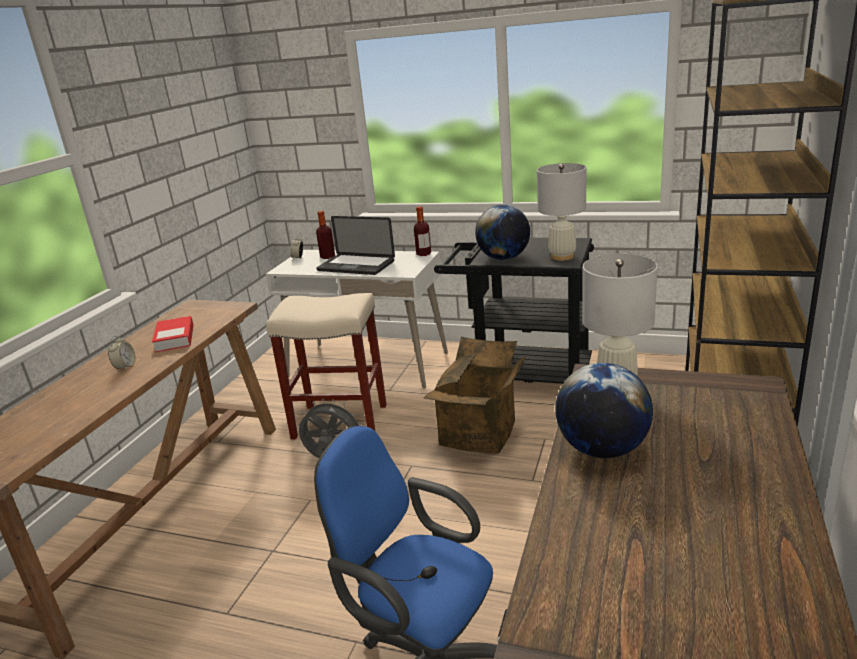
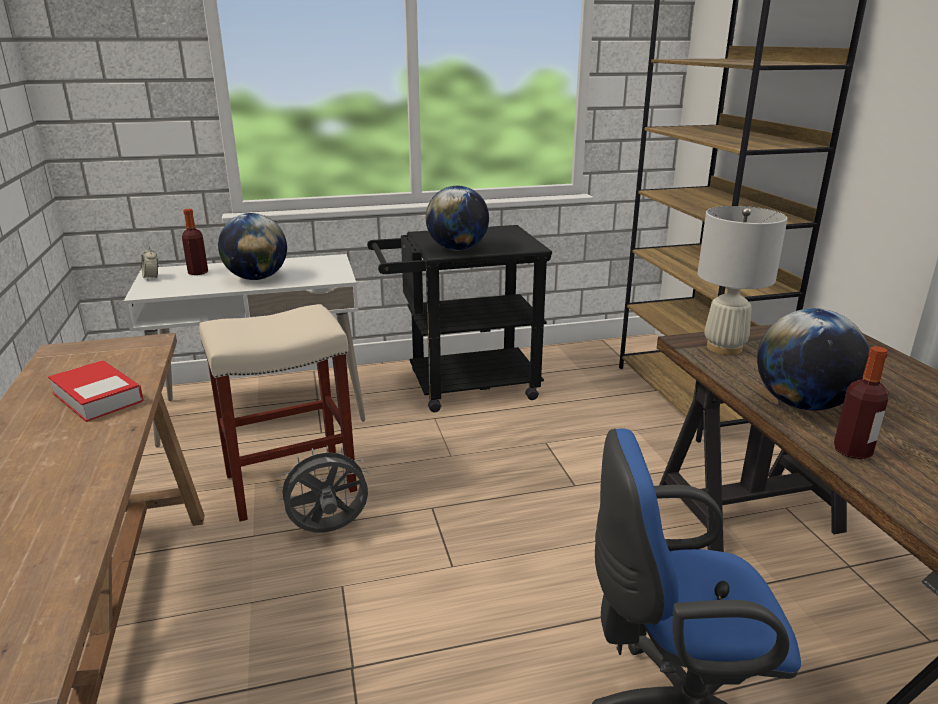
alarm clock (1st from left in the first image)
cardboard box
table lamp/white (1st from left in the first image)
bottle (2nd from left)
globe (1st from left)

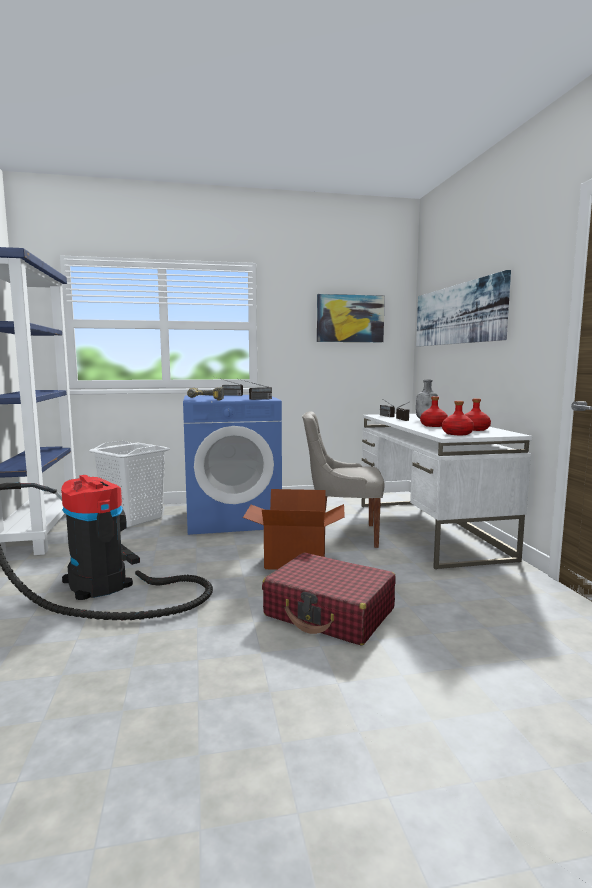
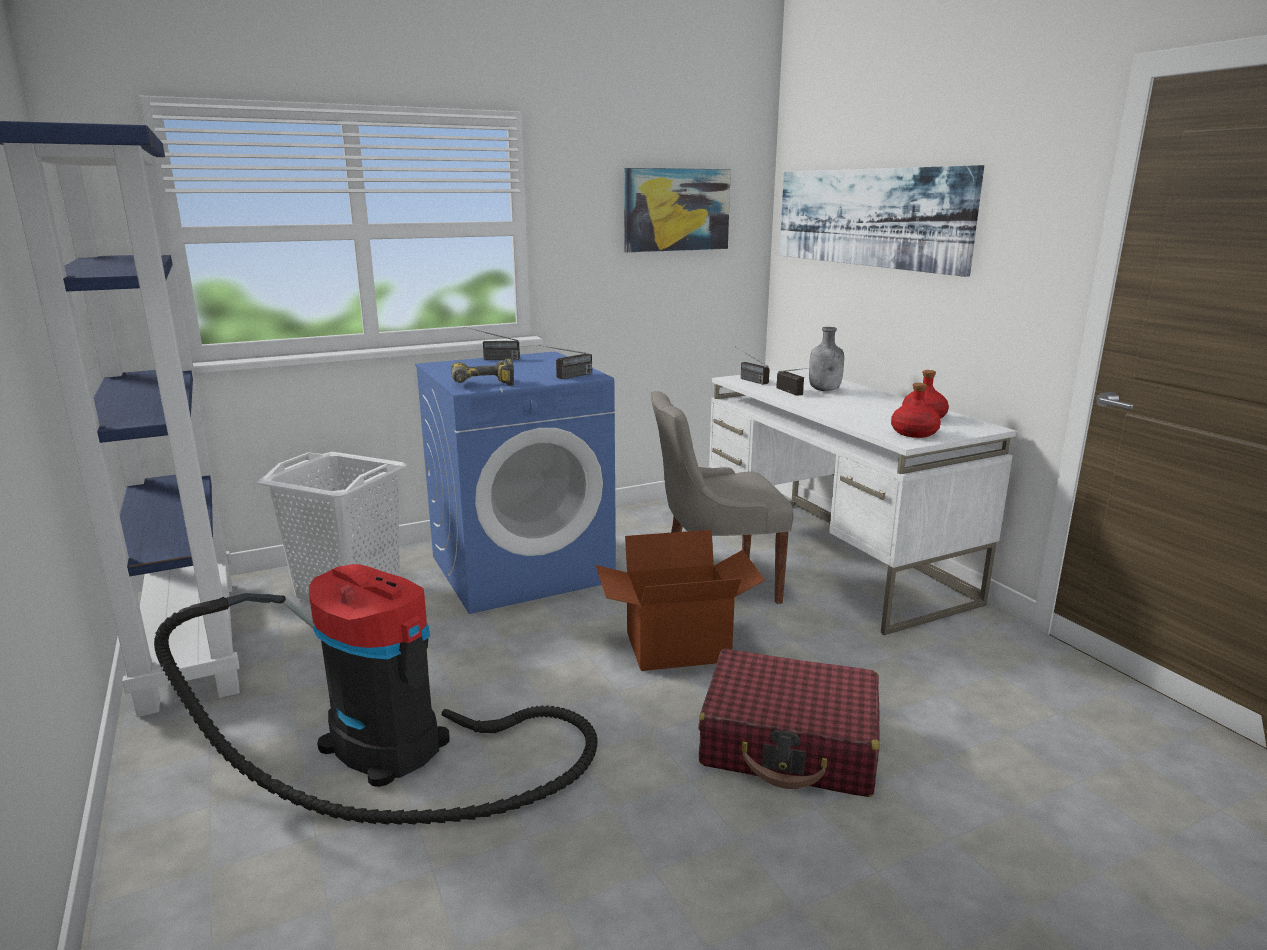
bottle/red (1st from left in the first image)

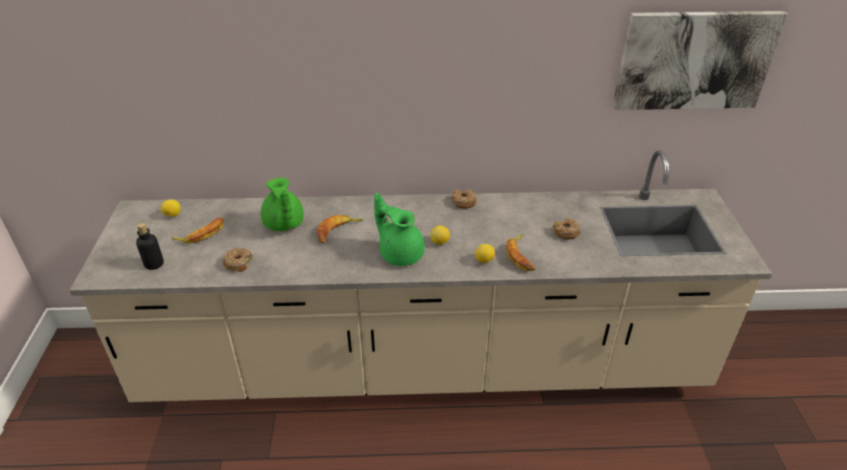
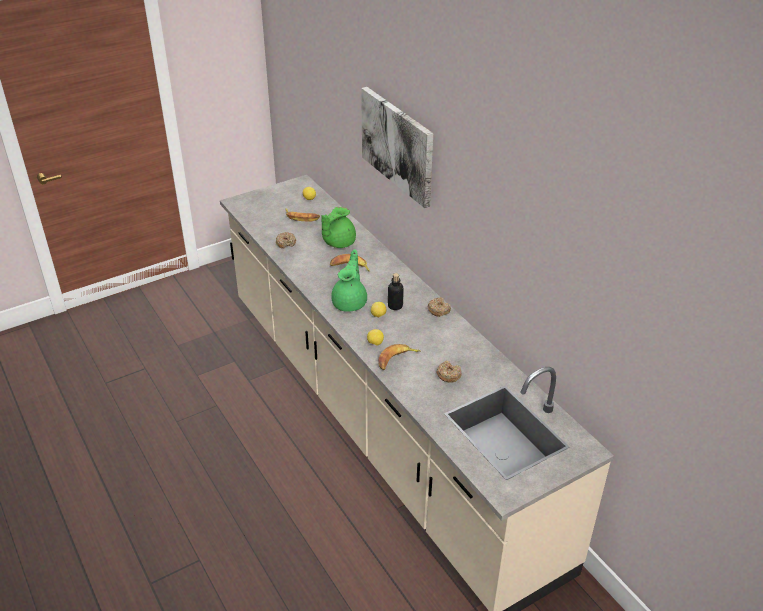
bottle
picture

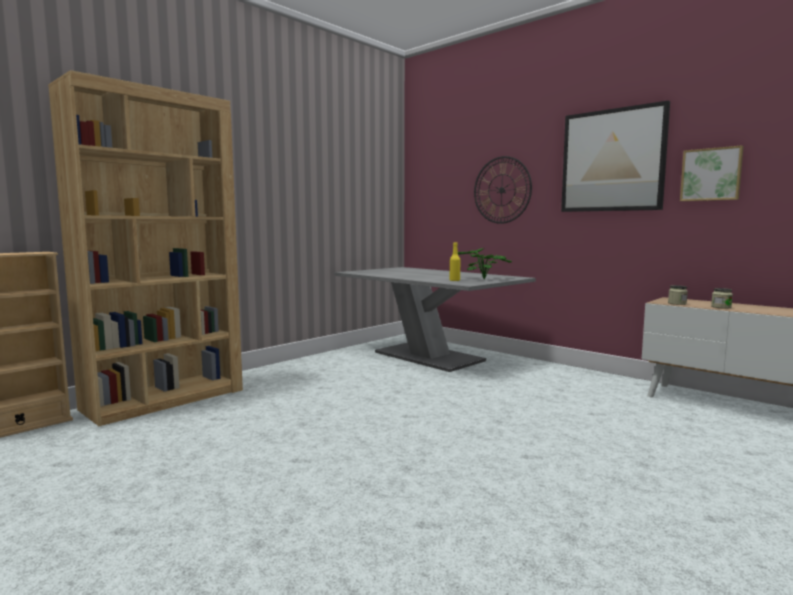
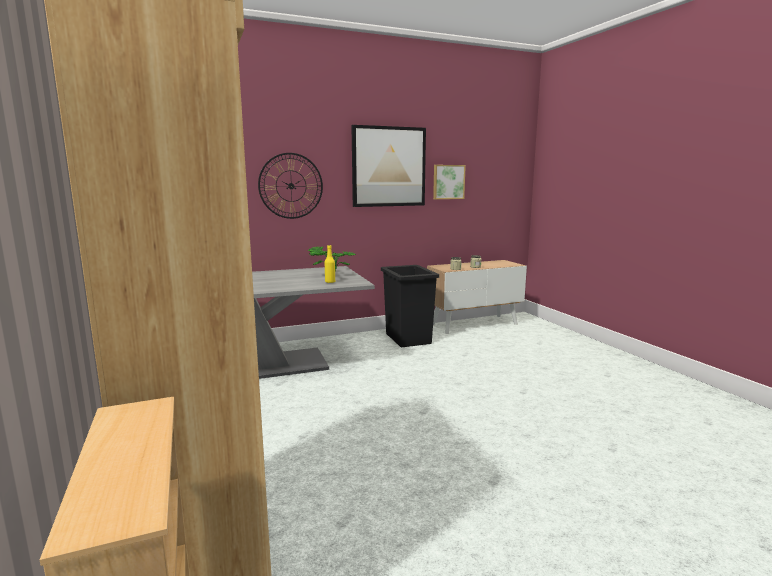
trash can/black

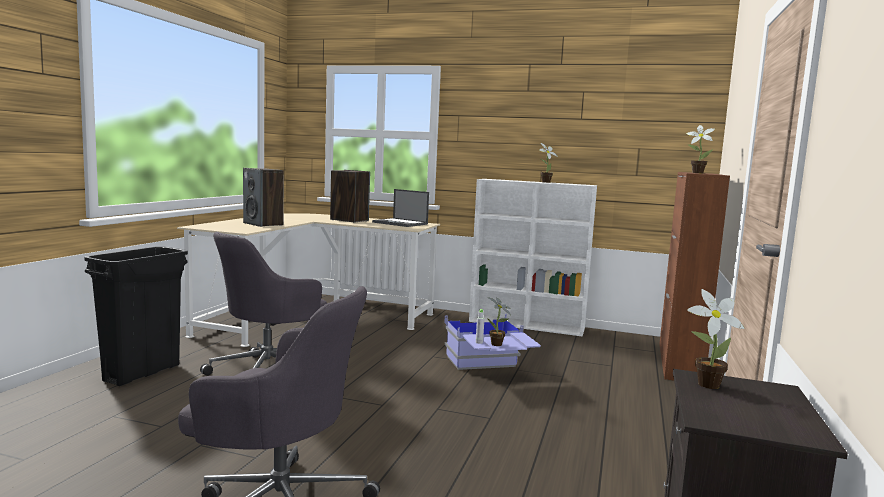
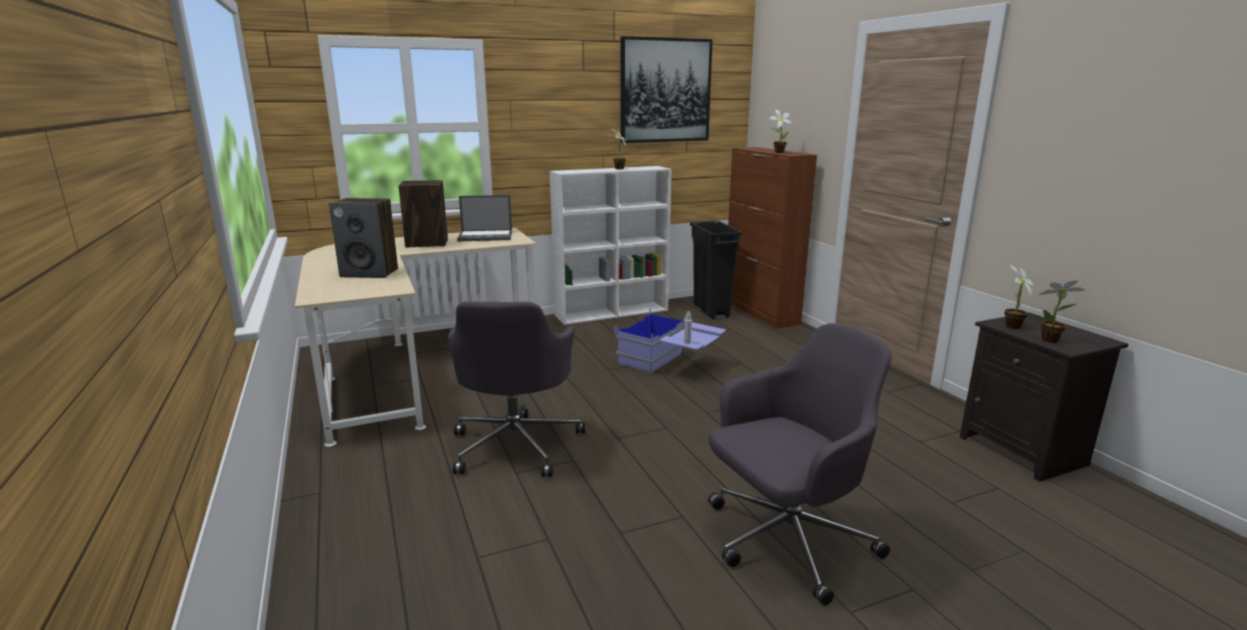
picture
trash can/black
potted plant (4th from left)

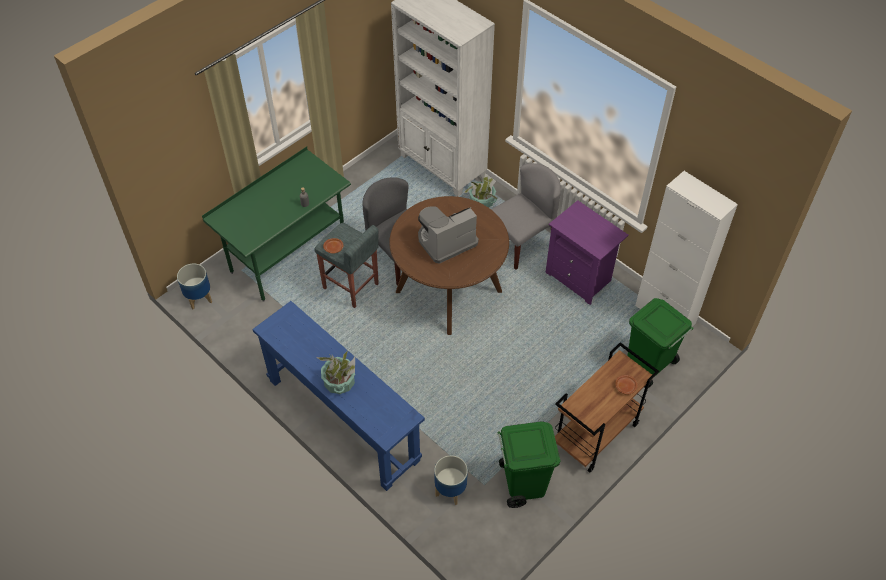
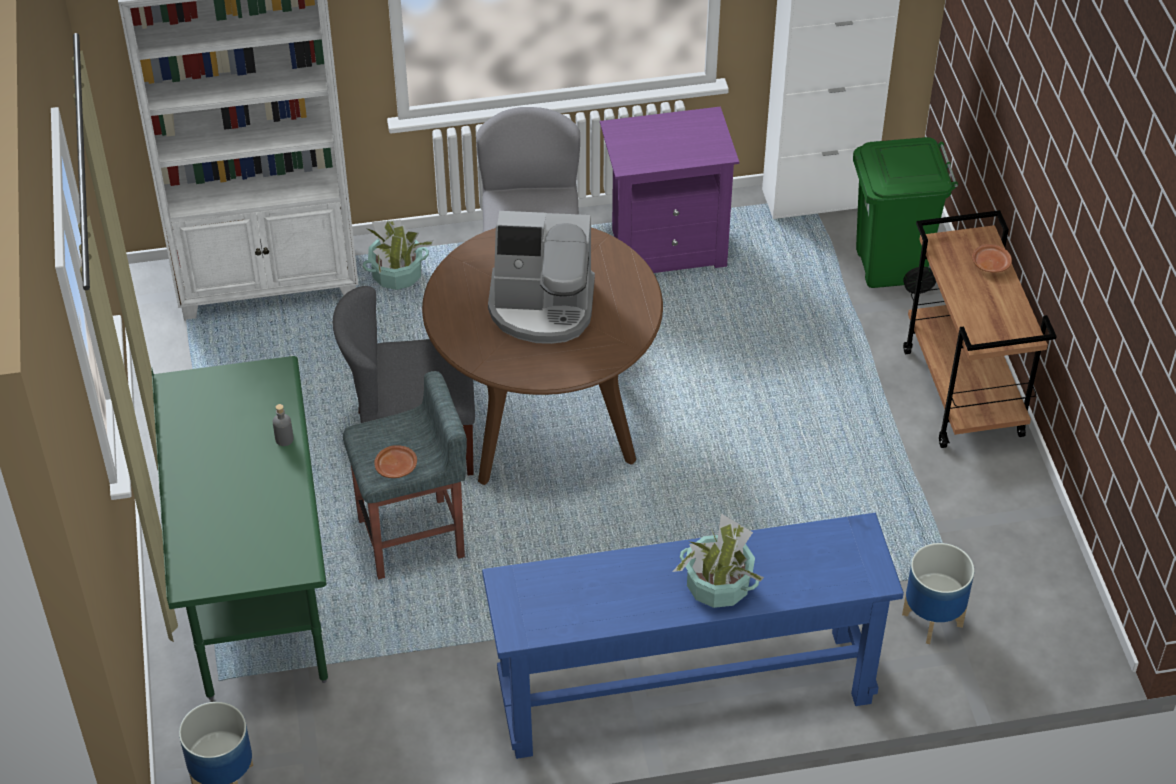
trash can/green (1st from left in the first image)
coffee machine

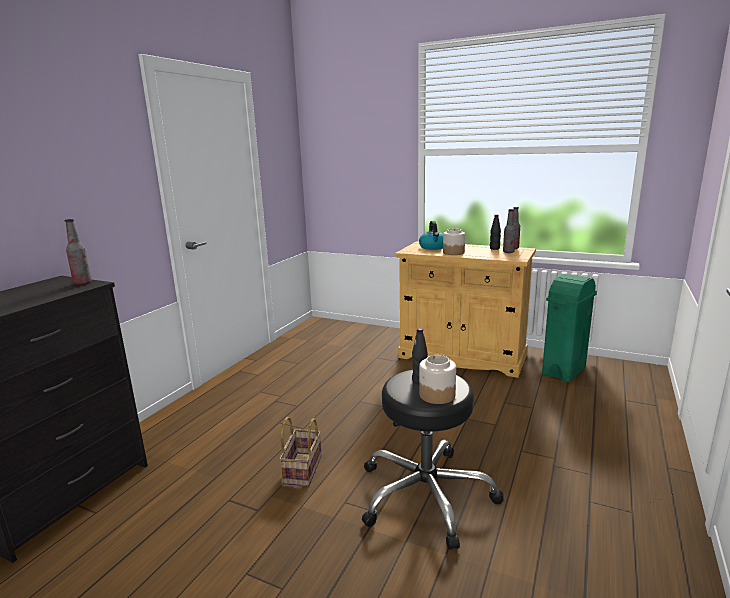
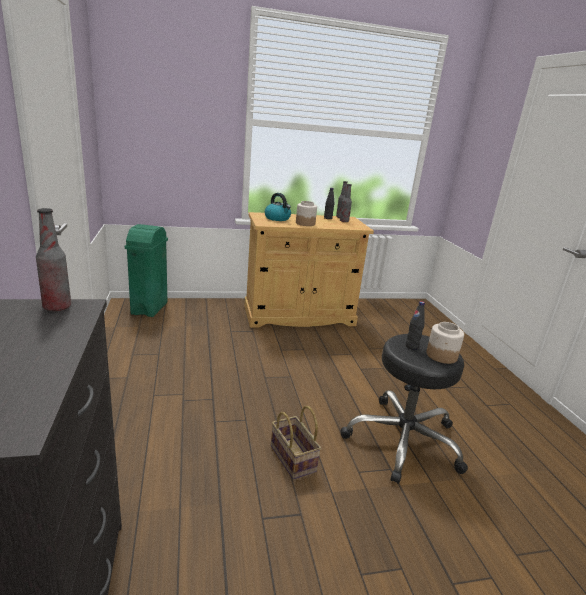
trash can/green

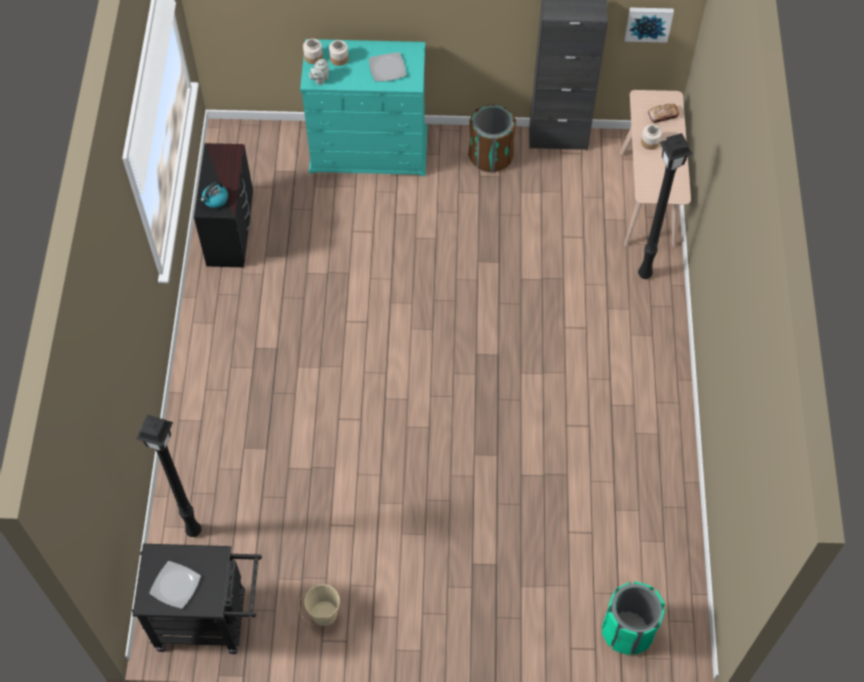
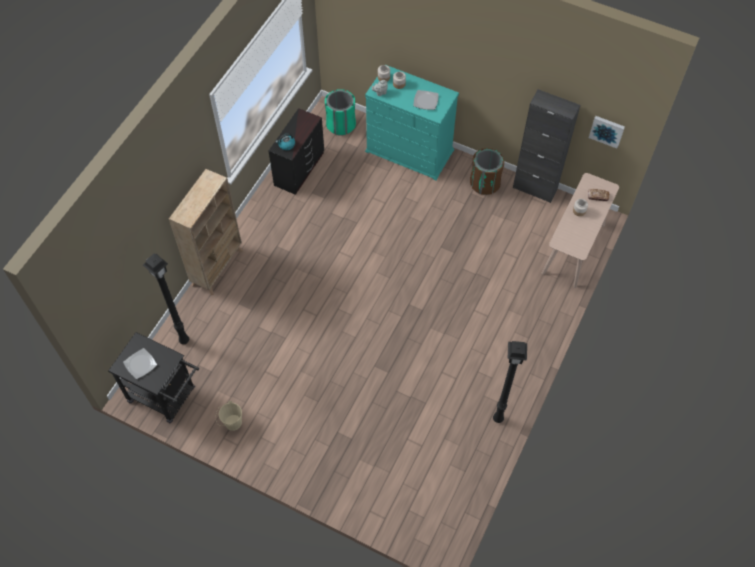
bookcase/beige
trash can/green
floor lamp/black (2nd from left)

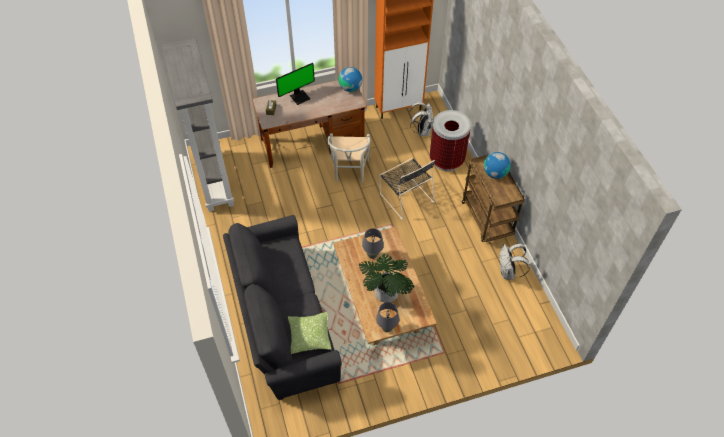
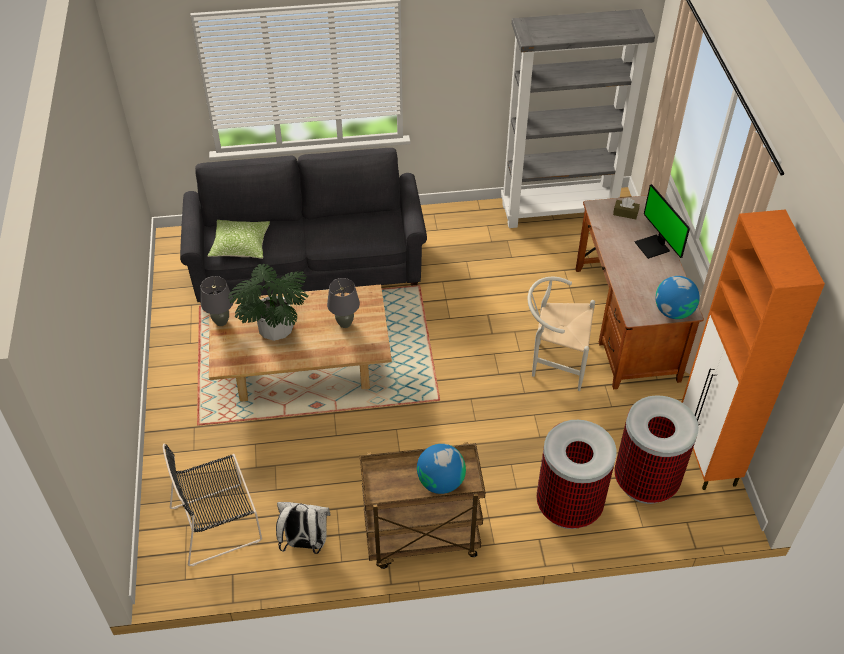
chair/black
trash can (2nd from left)

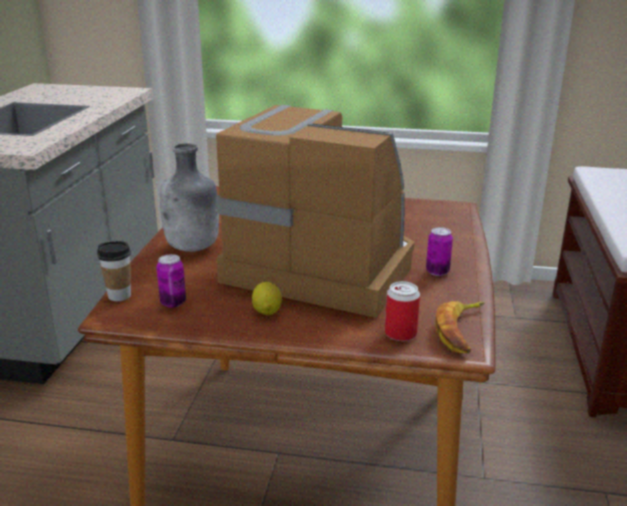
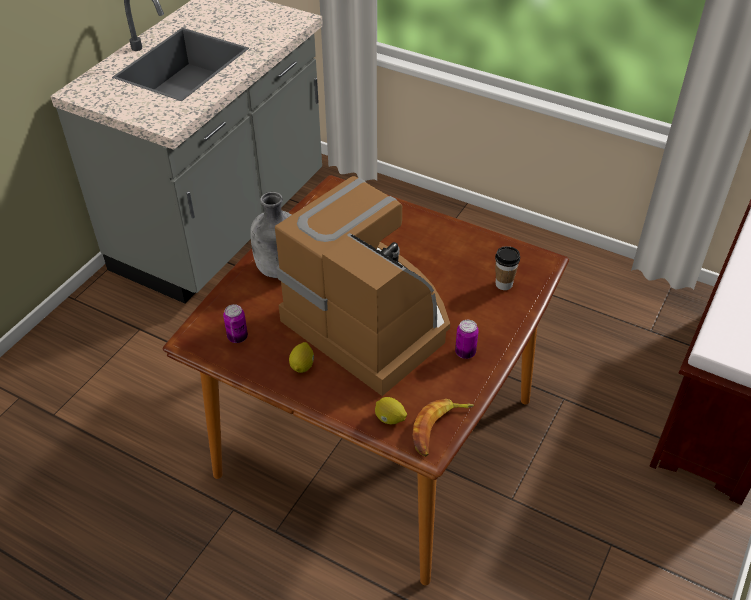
cup
lemon (2nd from left)

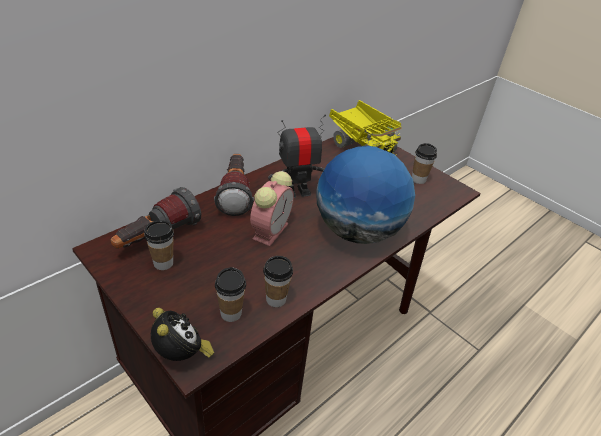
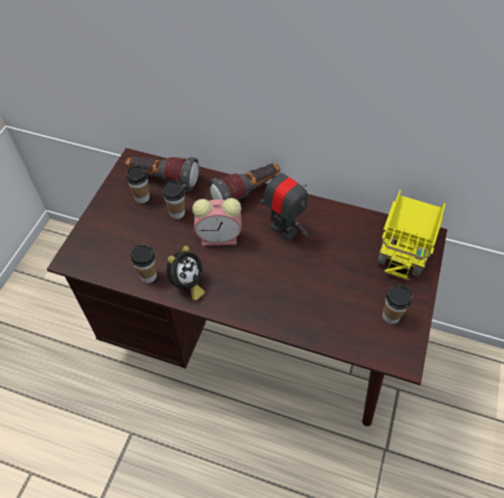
globe
alarm clock (1st from left)
cup (3rd from left)

